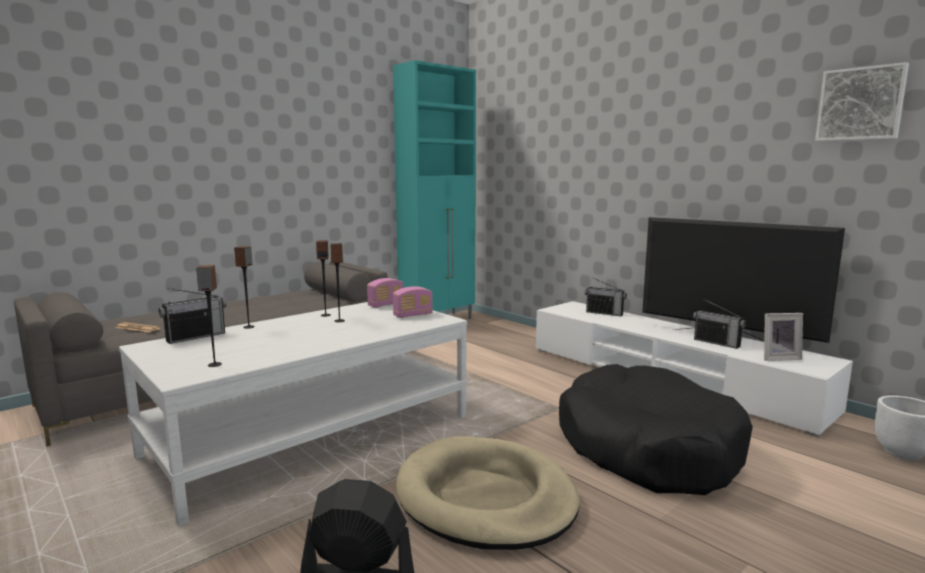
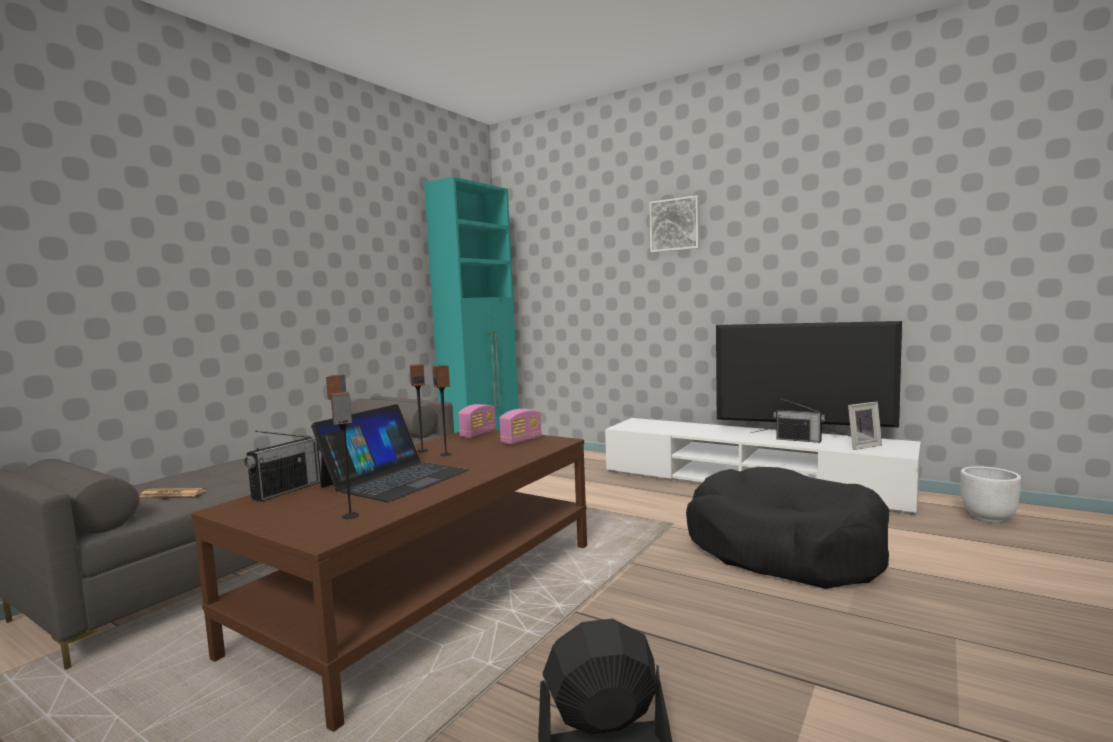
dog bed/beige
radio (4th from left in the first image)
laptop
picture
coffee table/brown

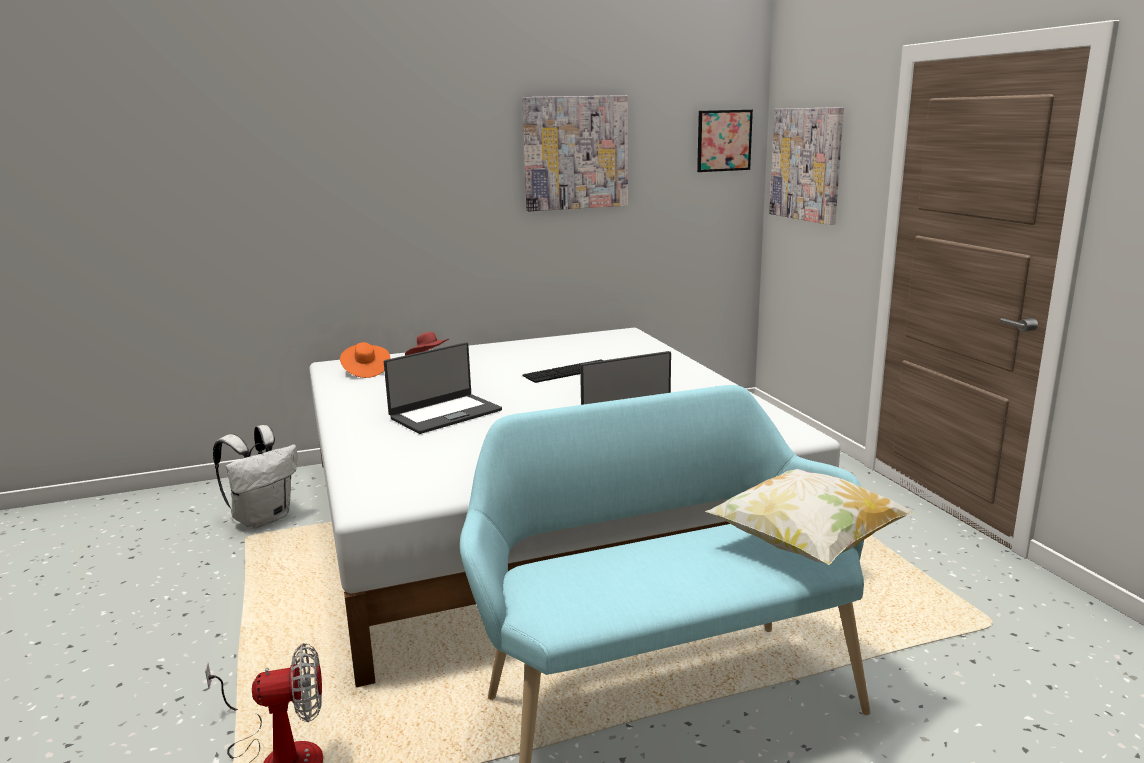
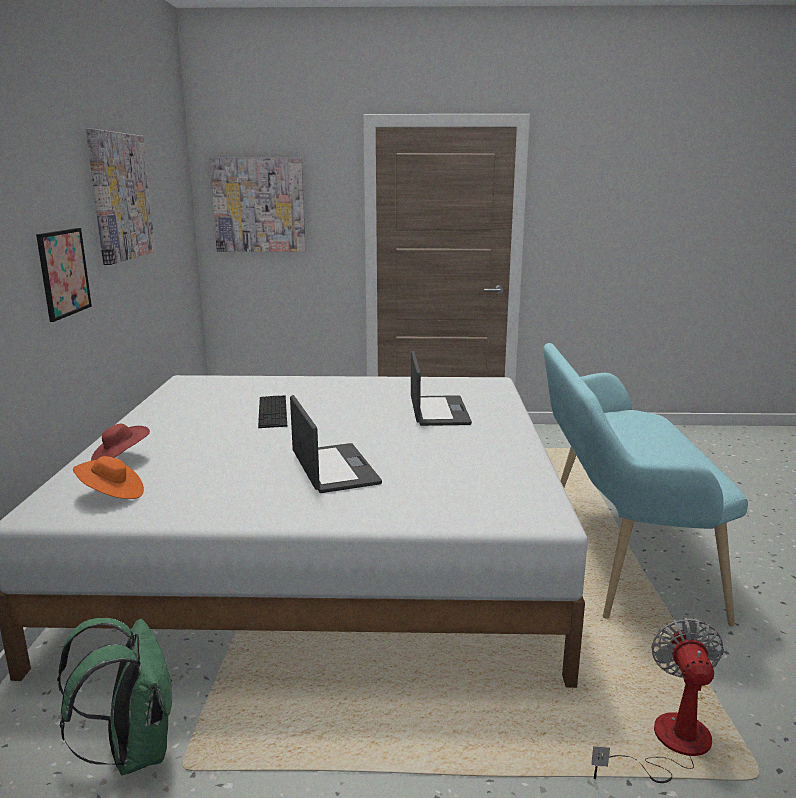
pillow
picture (1st from left)
backpack/green

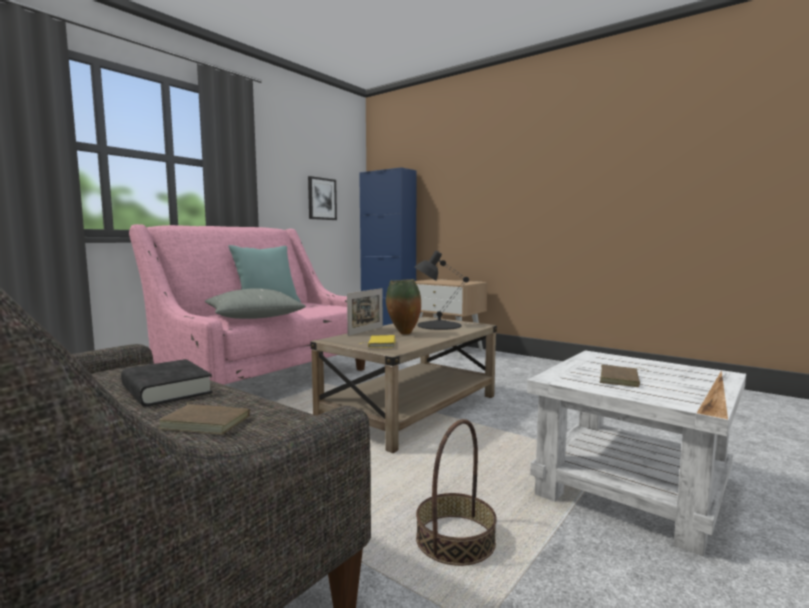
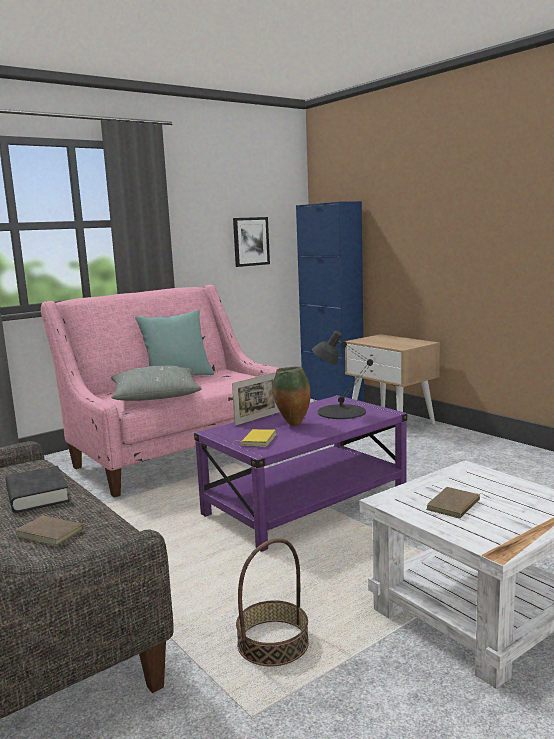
coffee table/purple

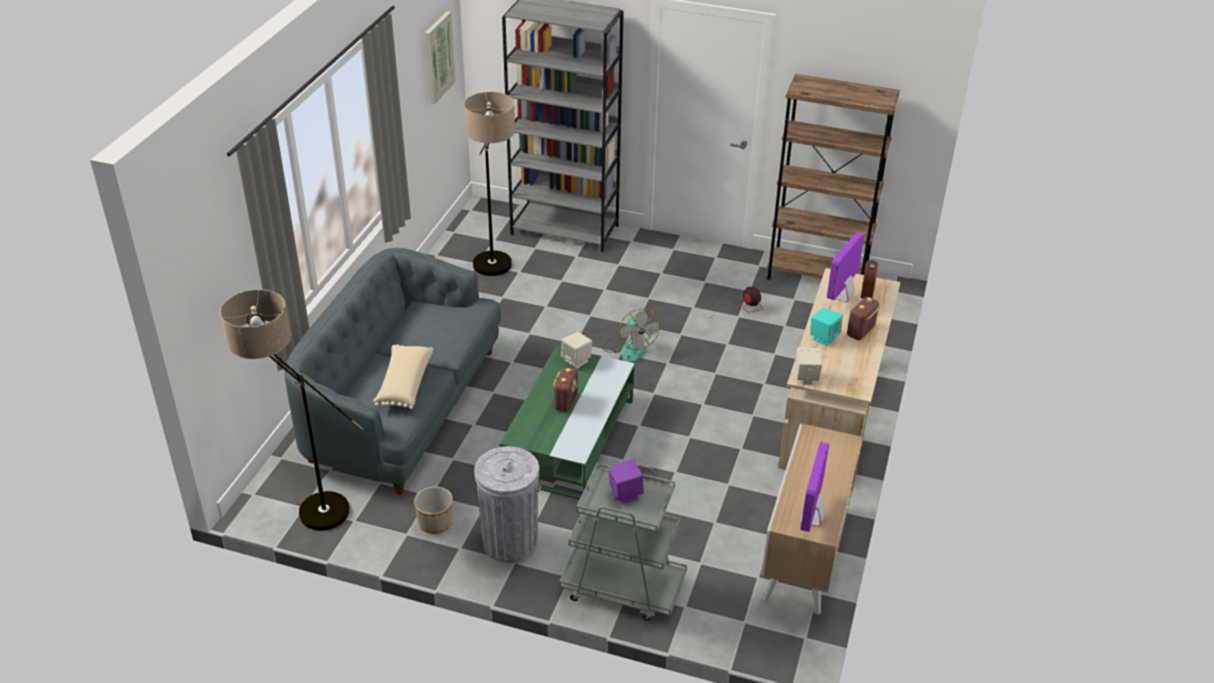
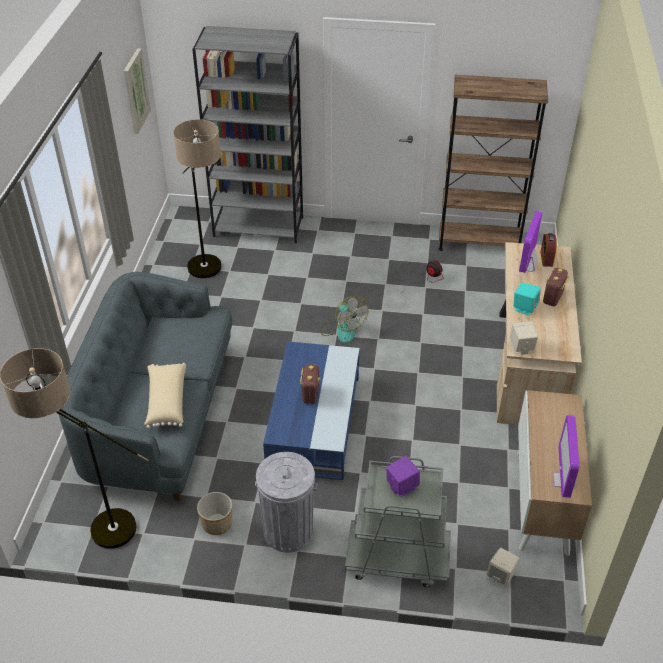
speaker/beige (1st from left)
coffee table/blue

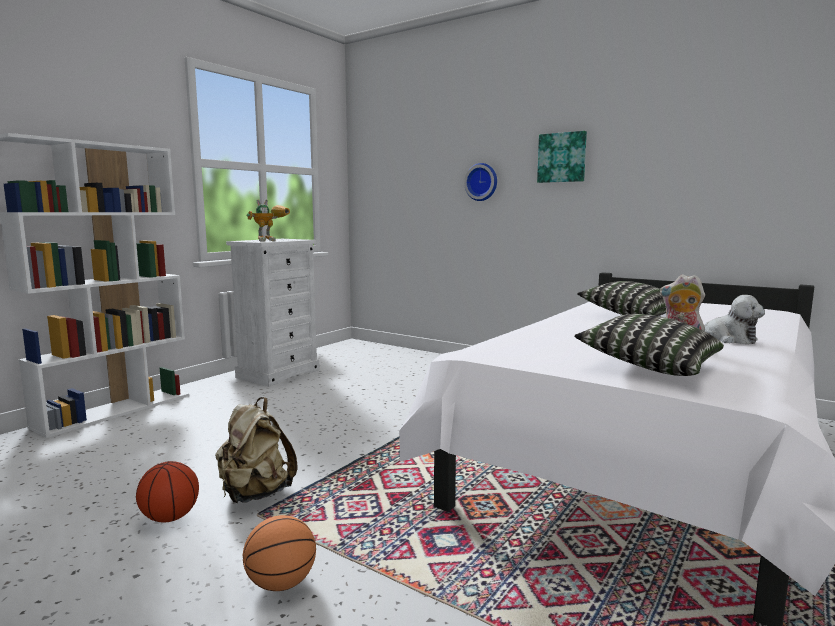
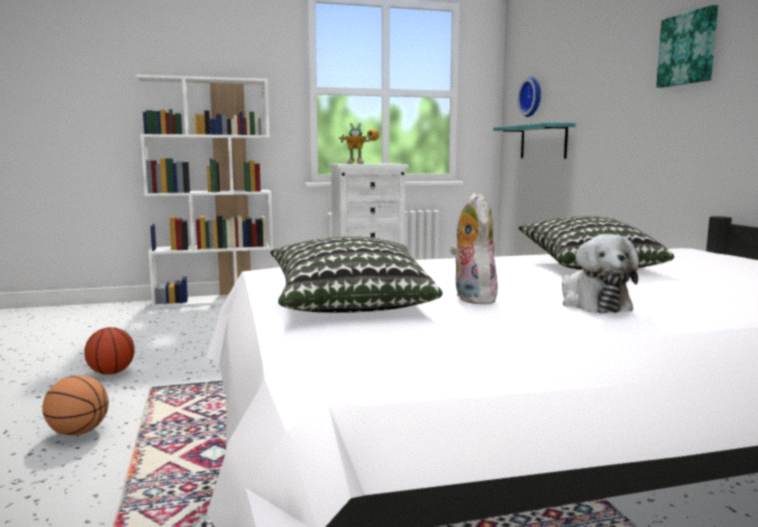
backpack/beige
shelf/turquoise
wall clock

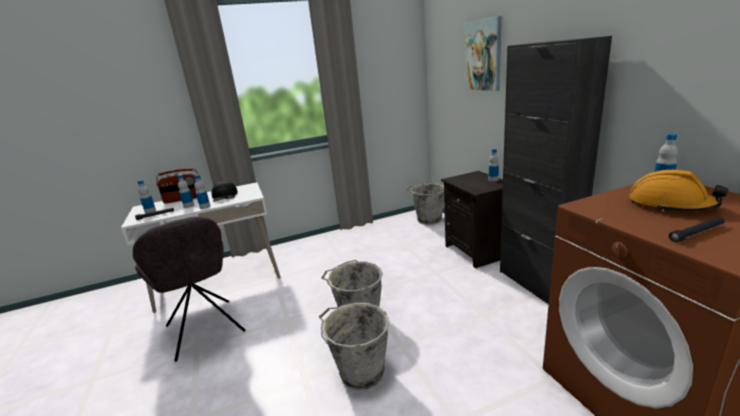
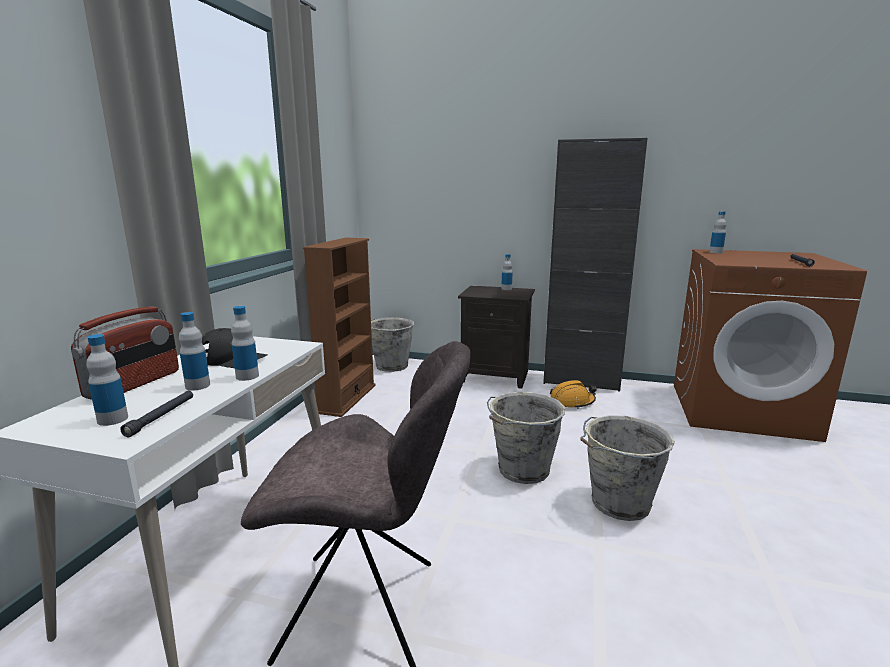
picture
bookcase/brown
hard hat/orange

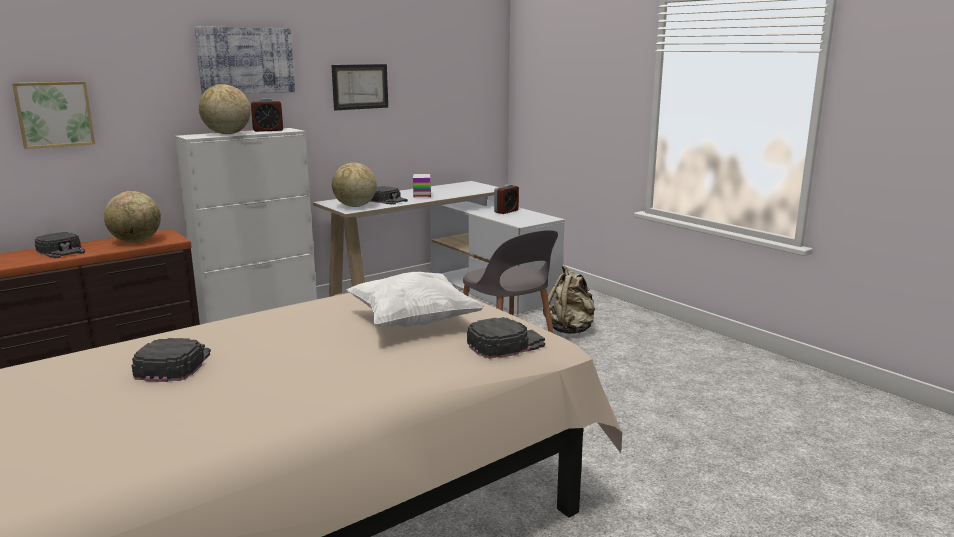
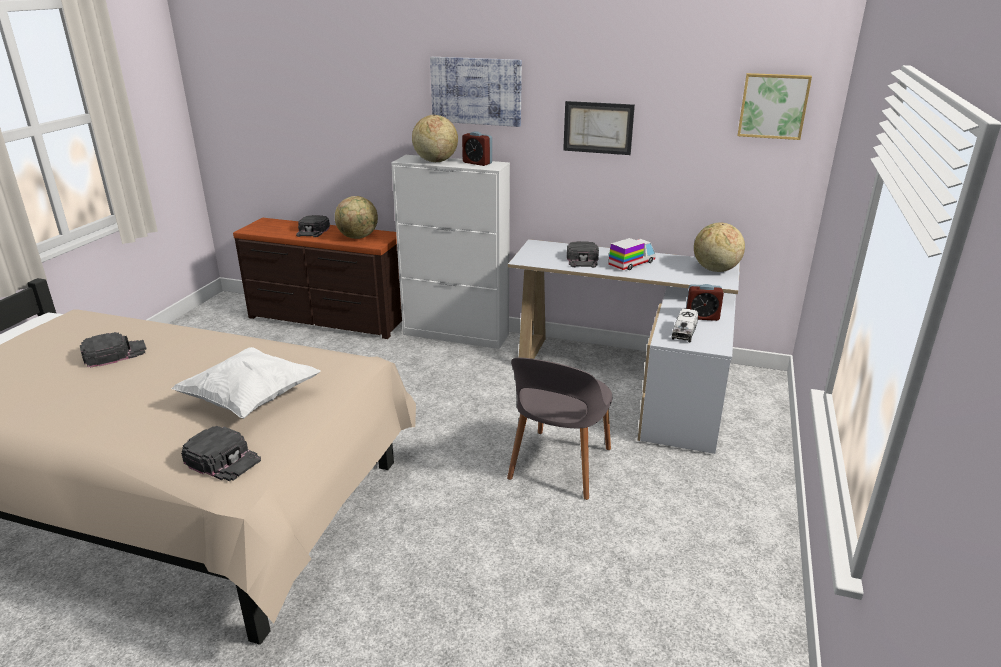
backpack/beige
toy truck (2nd from left)
picture (3rd from left)
globe (3rd from left)

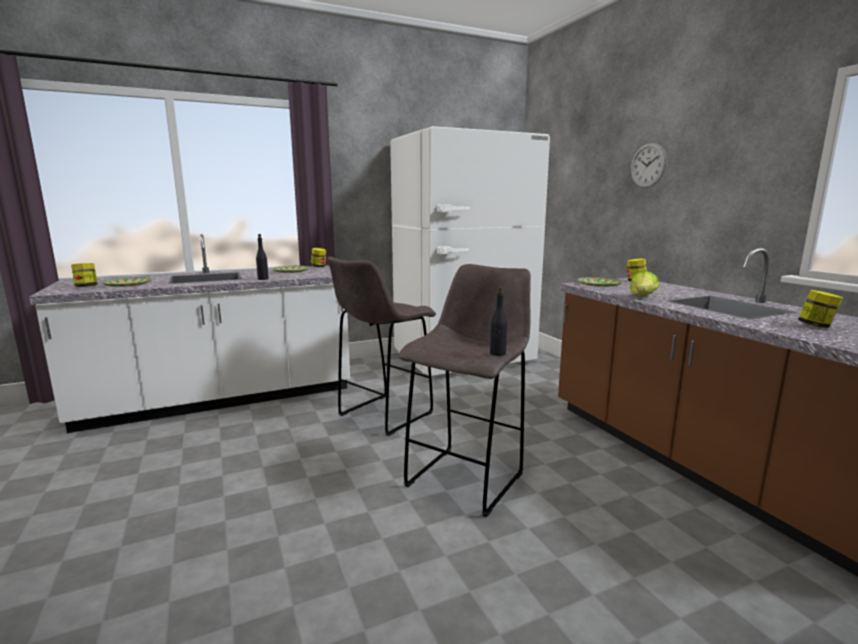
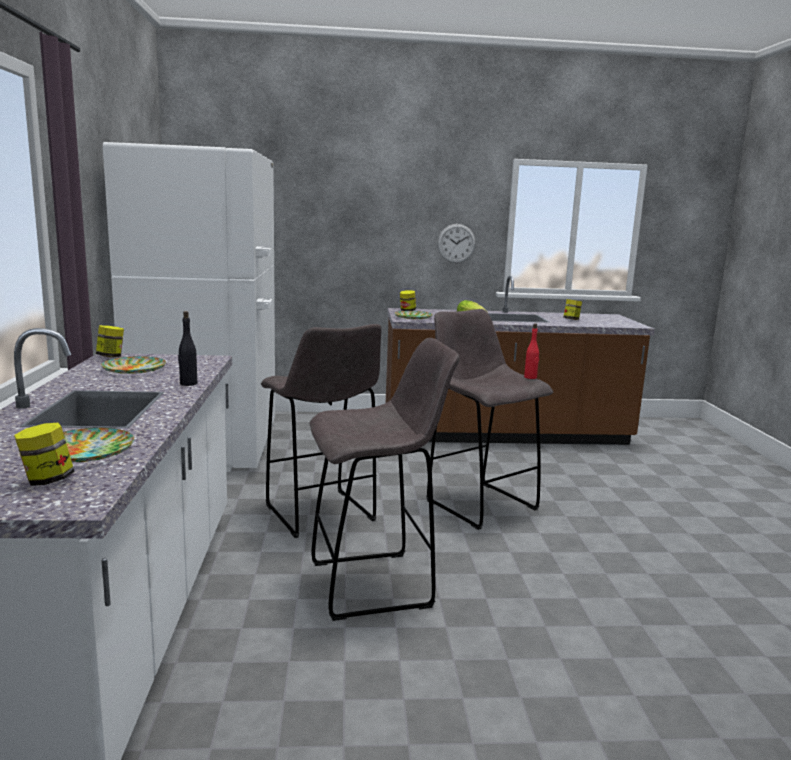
stool/grey (2nd from left)
wall clock
bottle/red

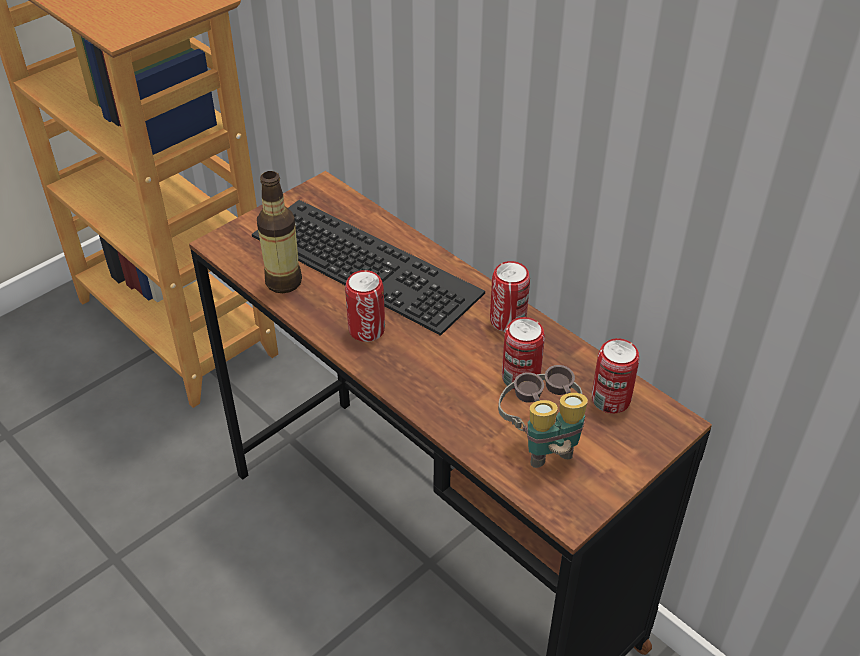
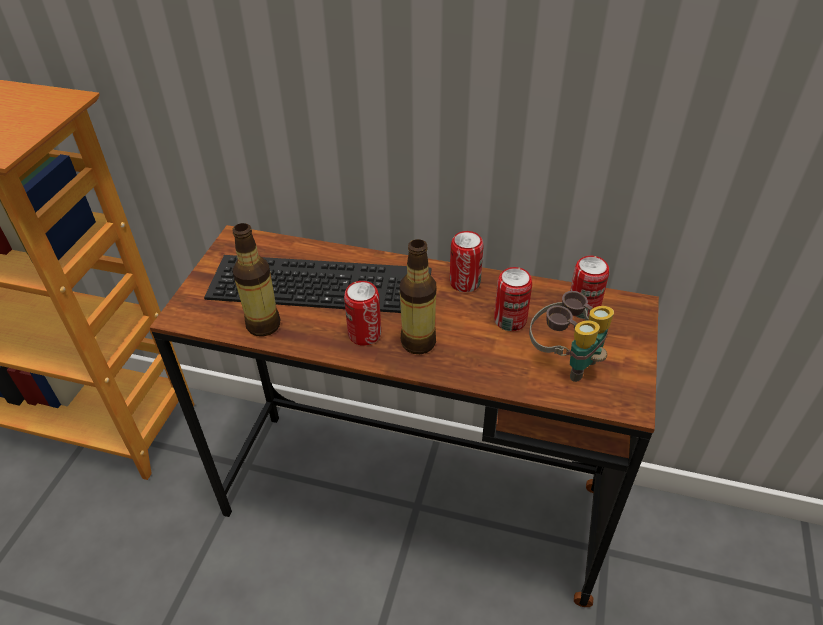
bottle (2nd from left)

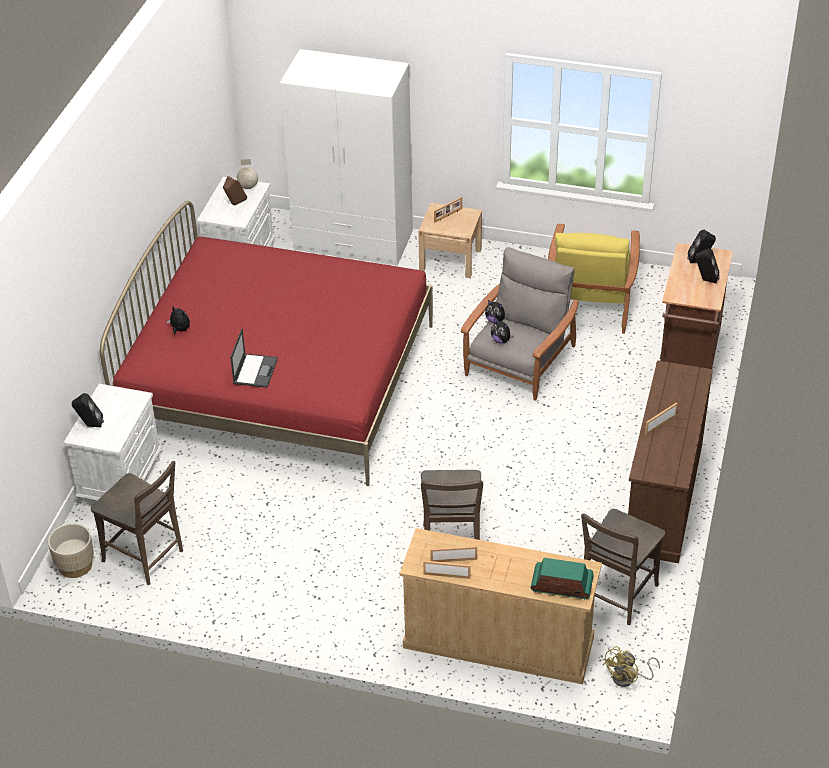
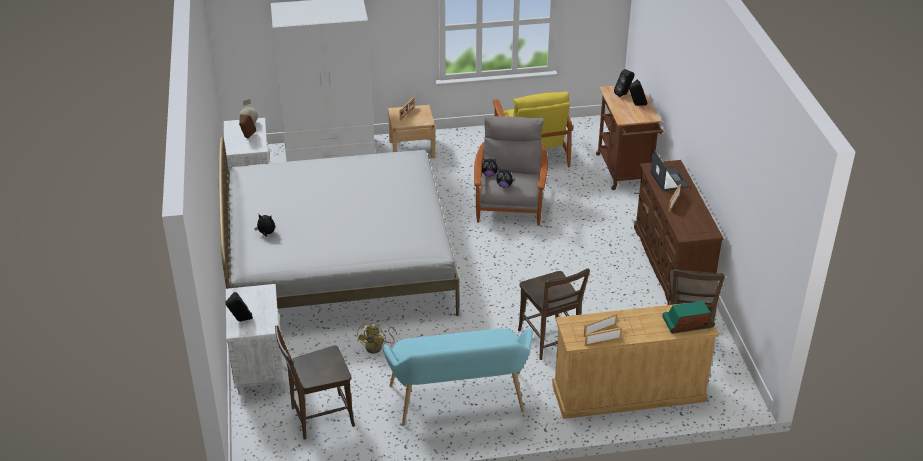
planter/beige
bench/turquoise
laptop
fan/yellow
bed/white
chair/brown (1st from left)

